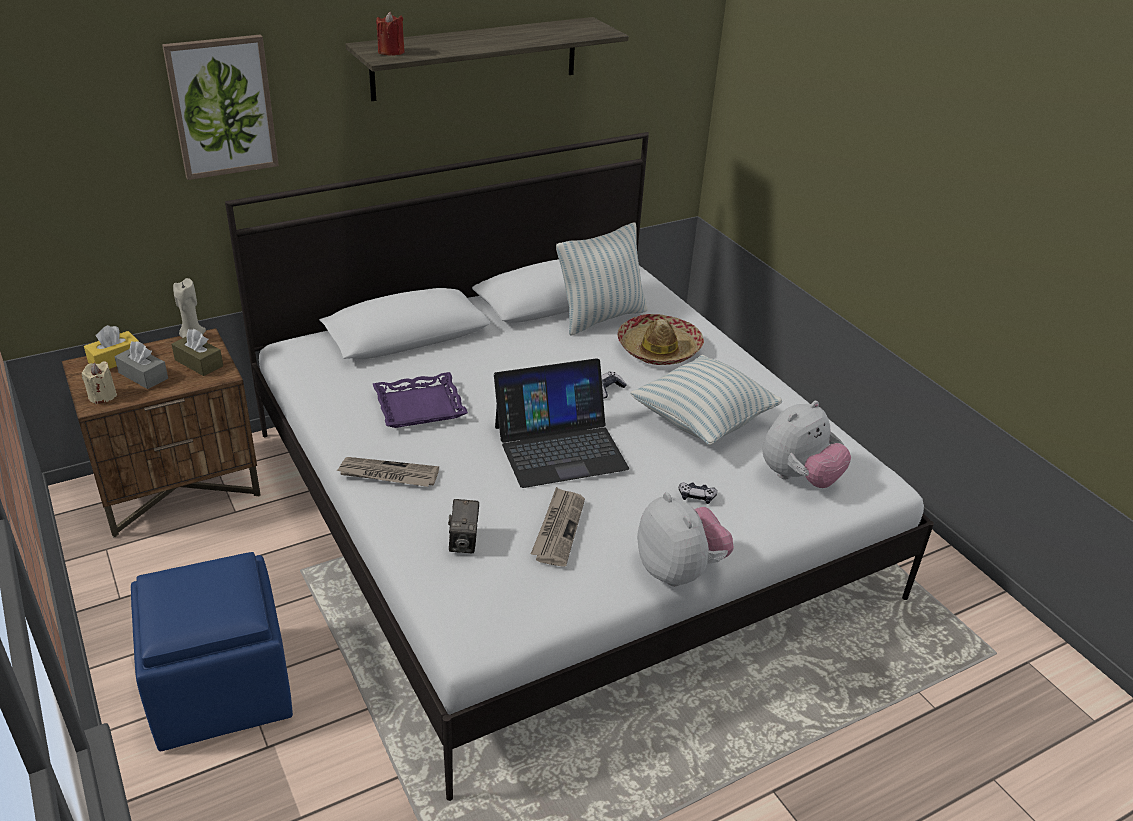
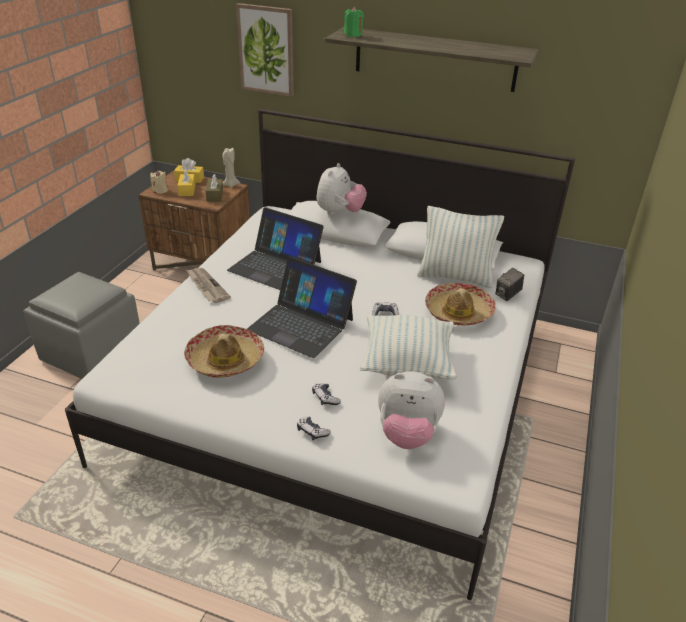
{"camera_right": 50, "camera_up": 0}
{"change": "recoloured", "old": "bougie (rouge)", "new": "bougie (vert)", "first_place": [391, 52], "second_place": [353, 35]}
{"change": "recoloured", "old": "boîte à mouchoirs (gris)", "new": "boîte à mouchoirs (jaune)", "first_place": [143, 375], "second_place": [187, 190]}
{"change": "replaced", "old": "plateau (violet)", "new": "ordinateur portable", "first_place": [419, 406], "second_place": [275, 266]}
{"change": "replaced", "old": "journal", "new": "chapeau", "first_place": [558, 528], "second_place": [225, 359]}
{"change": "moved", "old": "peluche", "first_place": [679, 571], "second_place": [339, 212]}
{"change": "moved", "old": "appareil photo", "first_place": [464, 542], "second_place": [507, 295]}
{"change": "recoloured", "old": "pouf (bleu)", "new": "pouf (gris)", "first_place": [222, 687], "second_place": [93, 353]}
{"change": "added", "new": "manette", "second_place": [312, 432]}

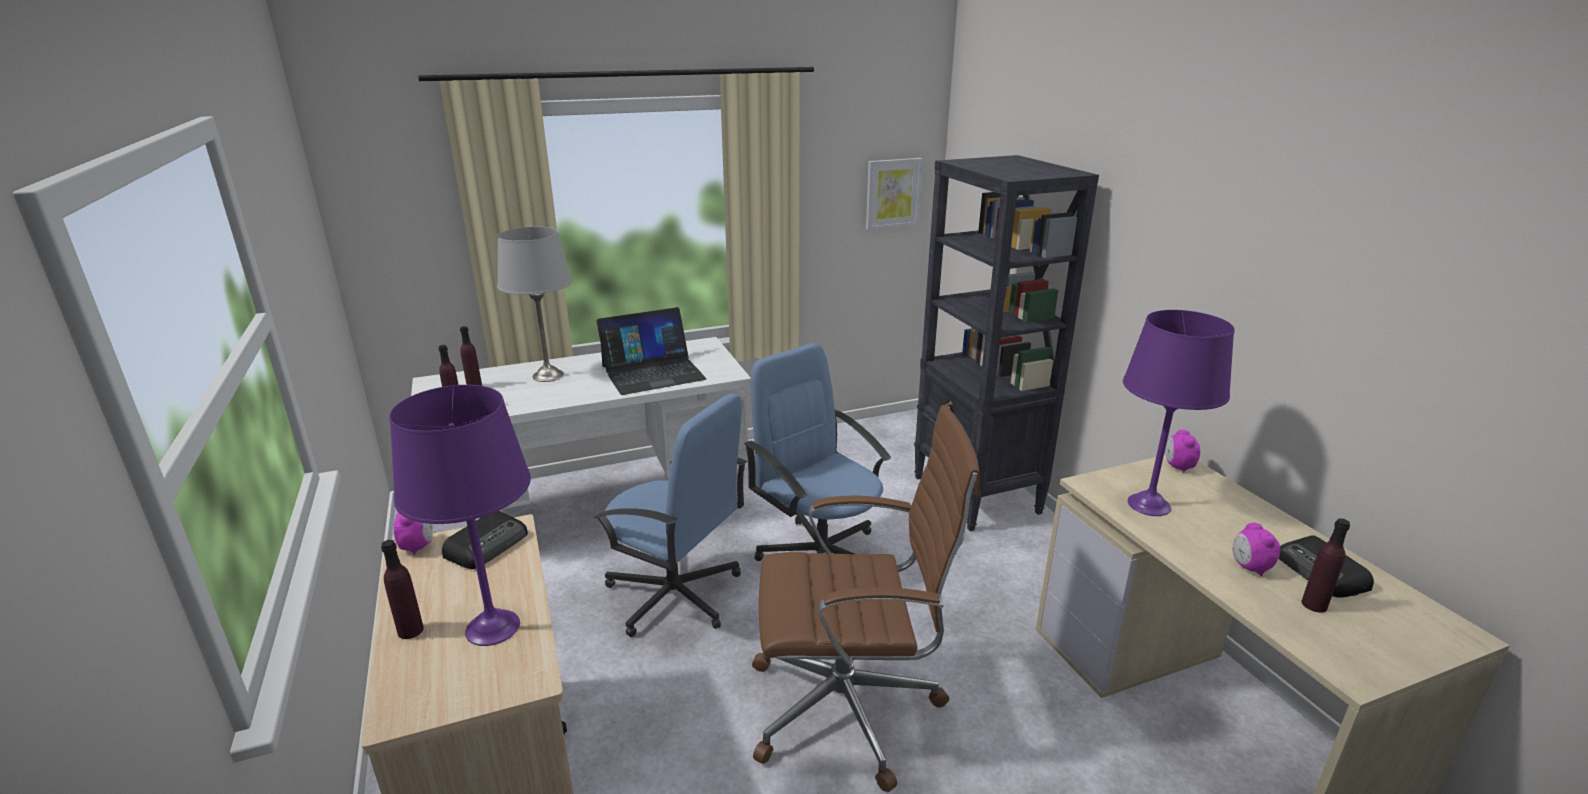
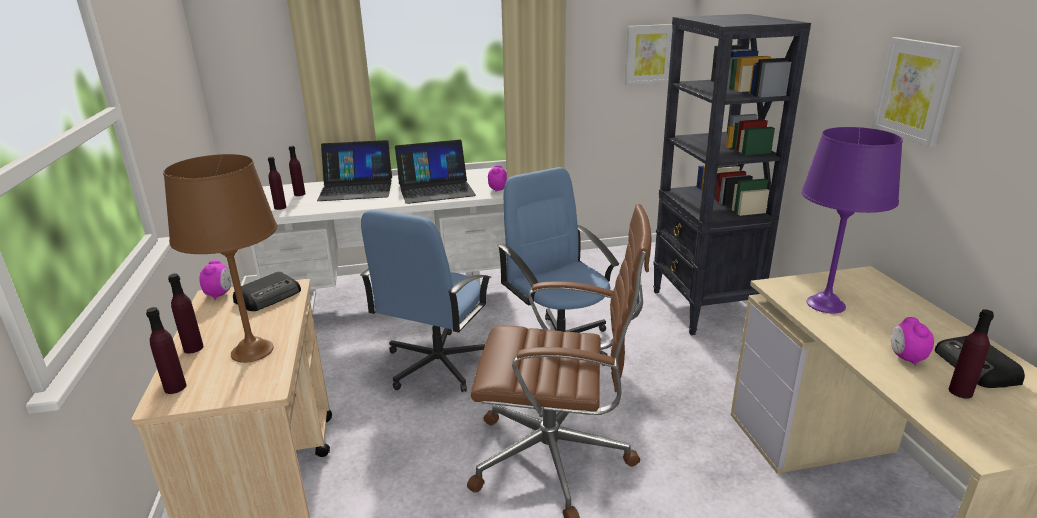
{"camera_right": 10, "camera_up": 0}
{"change": "replaced", "old": "lampe de table (gris)", "new": "ordinateur portable", "first_place": [548, 375], "second_place": [356, 188]}
{"change": "recoloured", "old": "lampe de table (violet)", "new": "lampe de table (marron)", "first_place": [493, 627], "second_place": [253, 350]}
{"change": "turned", "old": "chaise de bureau (bleu)", "first_place": [675, 595], "second_place": [437, 364], "degrees": 75}
{"change": "moved", "old": "réveil", "first_place": [1178, 467], "second_place": [497, 189]}
{"change": "added", "new": "tableau", "second_place": [915, 90]}
{"change": "added", "new": "bouteille (violet)", "second_place": [175, 387]}

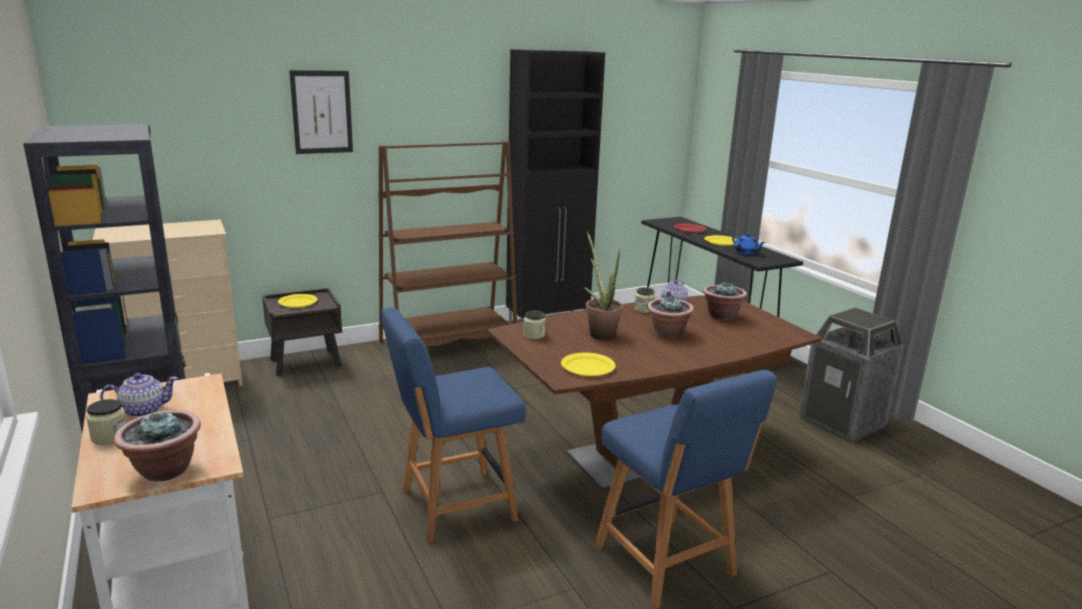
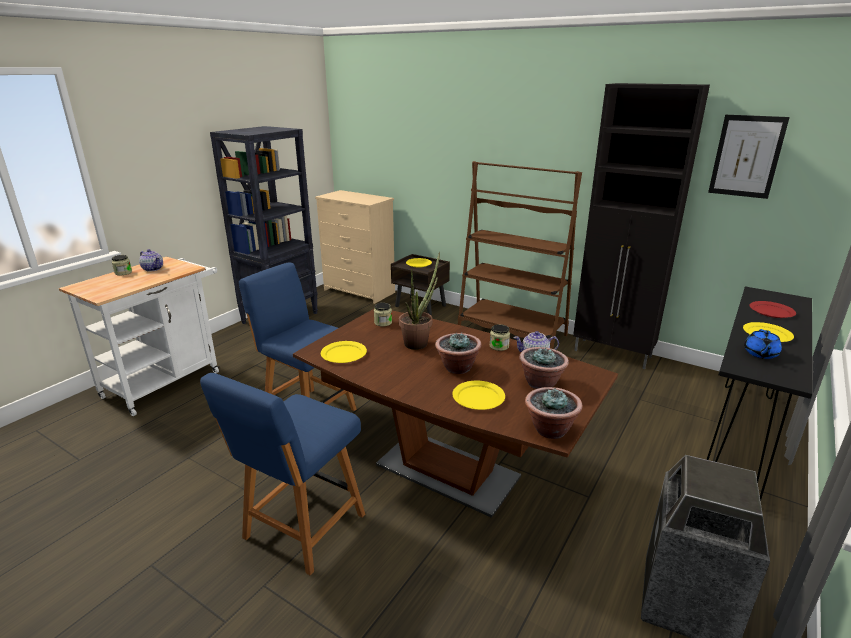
{"camera_right": 60, "camera_up": 5}
{"change": "moved", "old": "tableau", "first_place": [322, 112], "second_place": [746, 156]}
{"change": "moved", "old": "plante en pot", "first_place": [164, 470], "second_place": [550, 429]}
{"change": "added", "new": "assiette (jaune)", "second_place": [478, 397]}

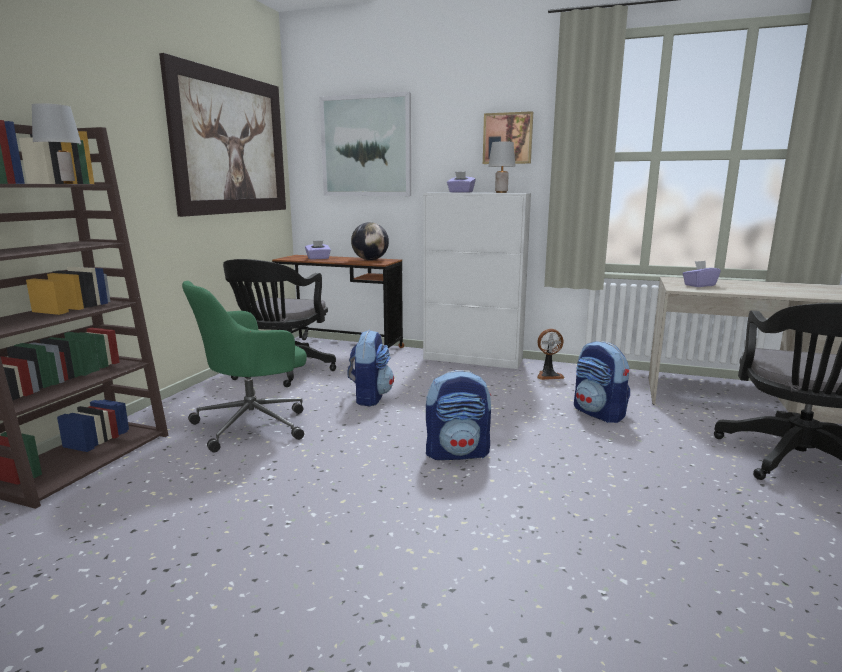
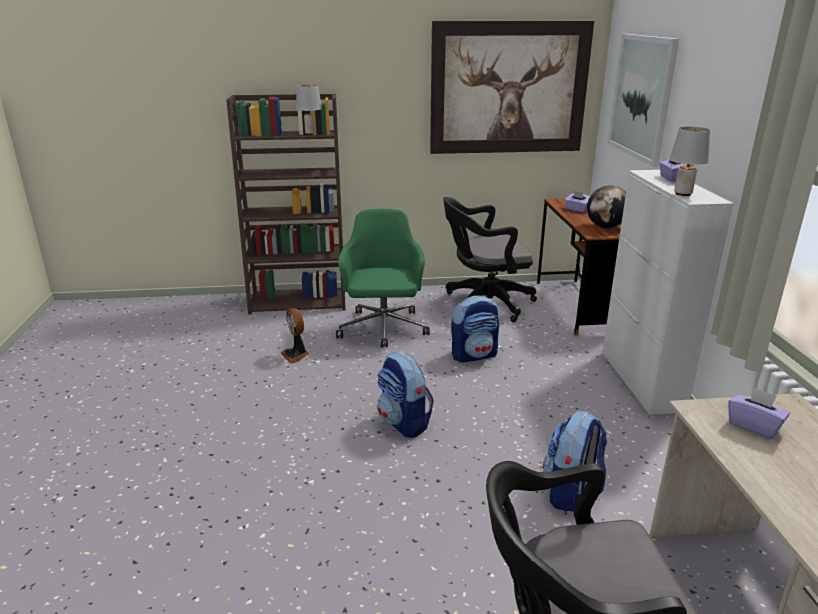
{"camera_right": 65, "camera_up": 10}
{"change": "removed", "old": "tableau", "first_place": [508, 138]}
{"change": "turned", "old": "chaise de bureau (vert)", "first_place": [254, 424], "second_place": [383, 329], "degrees": 60}
{"change": "moved", "old": "ventilateur", "first_place": [548, 375], "second_place": [296, 355]}

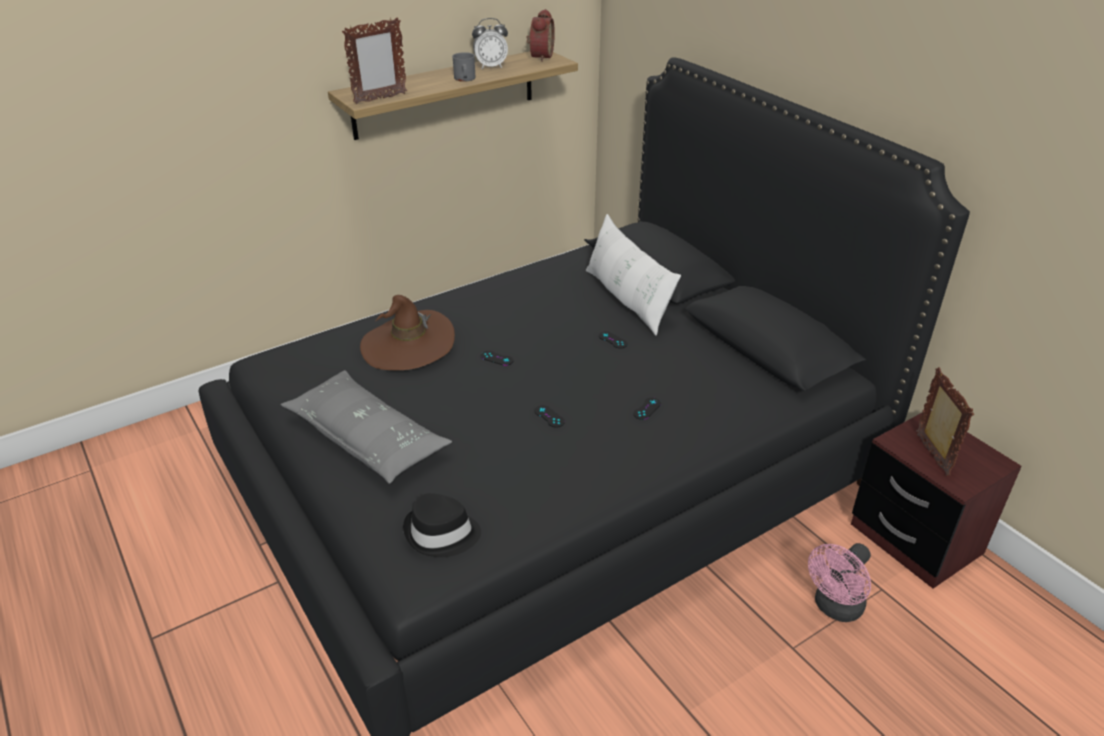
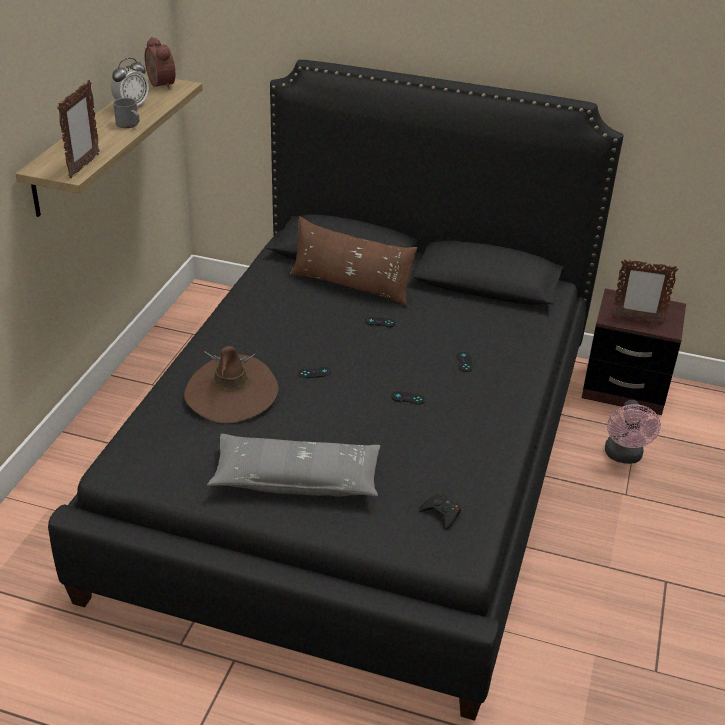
{"camera_right": -40, "camera_up": 0}
{"change": "recoloured", "old": "coussin (blanc)", "new": "coussin (marron)", "first_place": [627, 299], "second_place": [350, 286]}
{"change": "turned", "old": "cadre photo", "first_place": [931, 455], "second_place": [637, 319], "degrees": 150}
{"change": "replaced", "old": "chapeau (noir)", "new": "manette (noir)", "first_place": [441, 534], "second_place": [441, 513]}

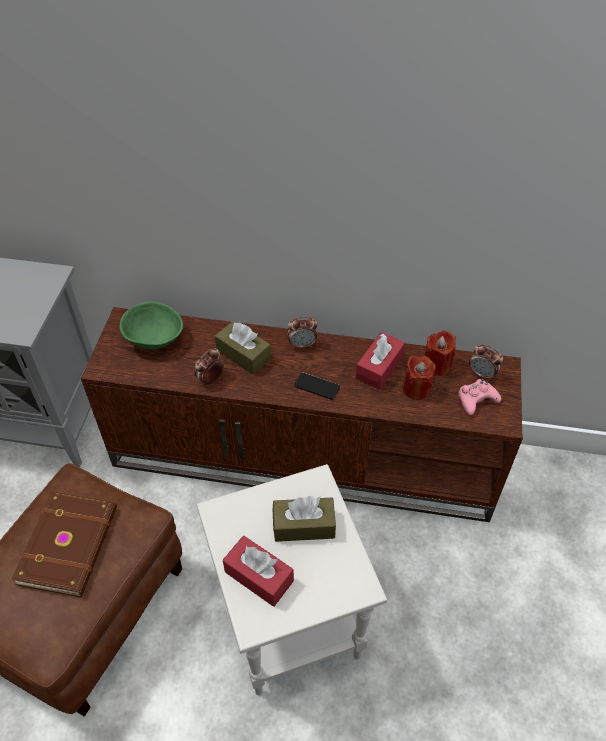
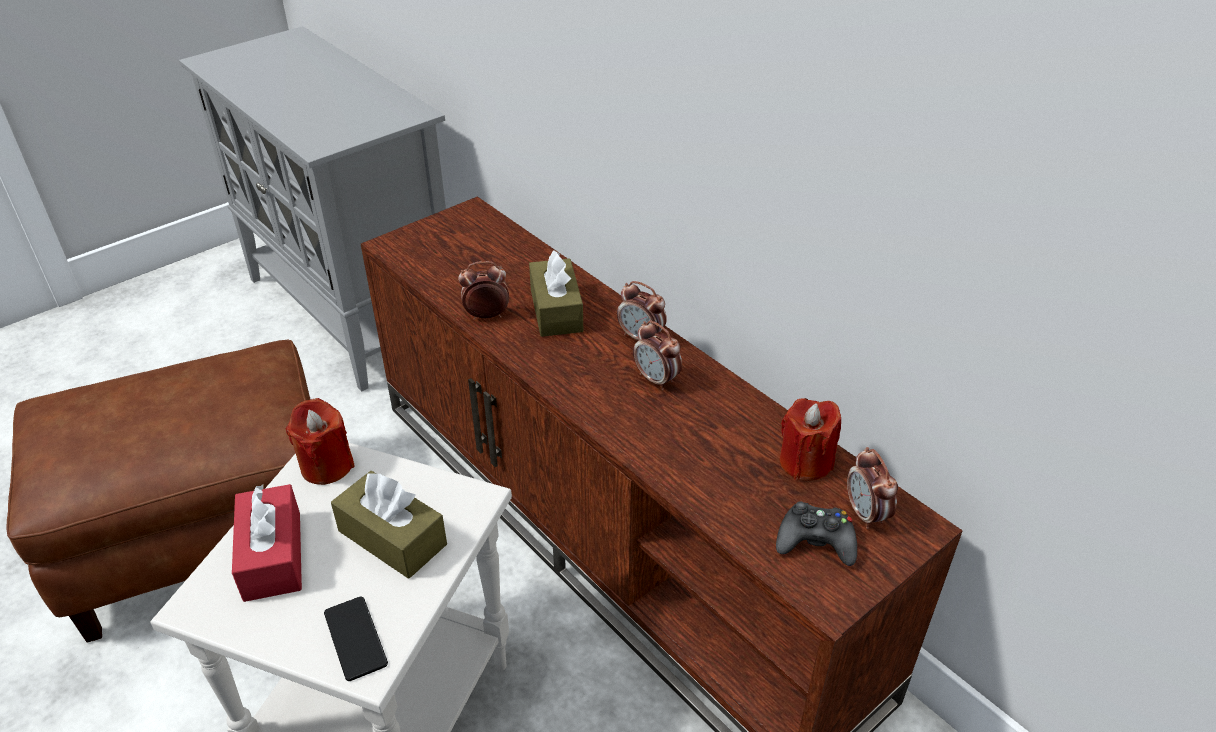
{"camera_right": 40, "camera_up": -10}
{"change": "removed", "old": "bol (vert)", "first_place": [154, 339]}
{"change": "removed", "old": "boîte à mouchoirs (rouge)", "first_place": [379, 367]}
{"change": "moved", "old": "bougie (rouge)", "first_place": [416, 388], "second_place": [326, 466]}
{"change": "moved", "old": "téléphone", "first_place": [317, 386], "second_place": [355, 638]}
{"change": "recoloured", "old": "manette (rose)", "new": "manette (noir)", "first_place": [476, 400], "second_place": [815, 541]}
{"change": "removed", "old": "livre (marron)", "first_place": [70, 545]}
{"change": "added", "new": "réveil", "second_place": [656, 380]}

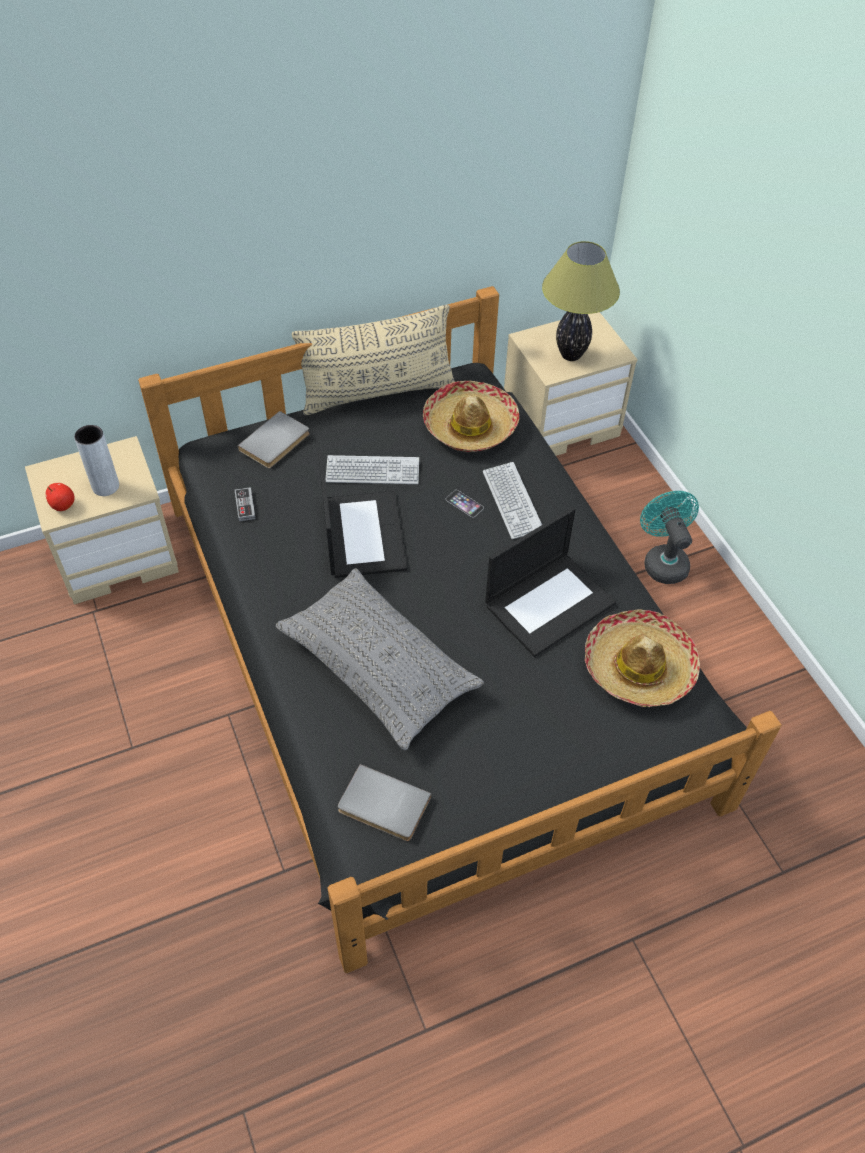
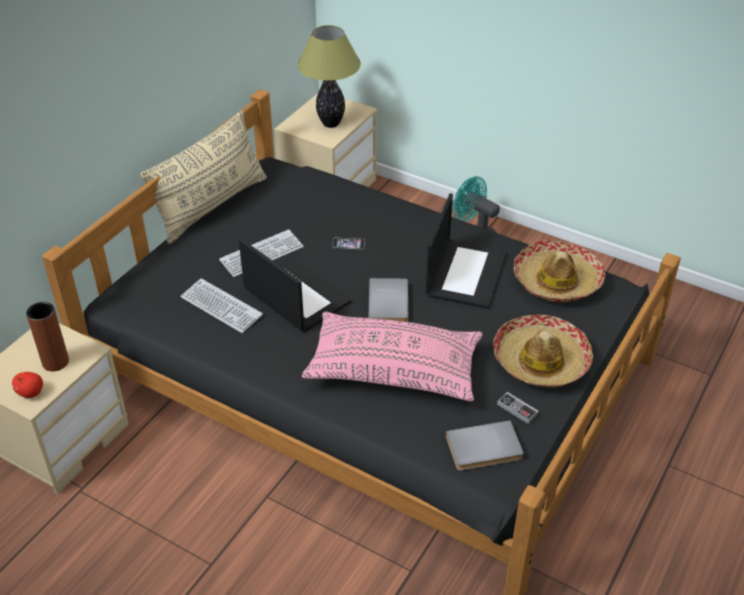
{"camera_right": -35, "camera_up": -10}
{"change": "moved", "old": "chapeau", "first_place": [470, 426], "second_place": [540, 360]}
{"change": "moved", "old": "livre (gris)", "first_place": [276, 443], "second_place": [390, 303]}
{"change": "recoloured", "old": "vase (gris)", "new": "vase (marron)", "first_place": [105, 486], "second_place": [55, 362]}
{"change": "moved", "old": "clavier", "first_place": [512, 501], "second_place": [221, 307]}
{"change": "moved", "old": "manette", "first_place": [245, 506], "second_place": [517, 409]}
{"change": "recoloured", "old": "coussin (gris)", "new": "coussin (rose)", "first_place": [378, 668], "second_place": [394, 370]}

